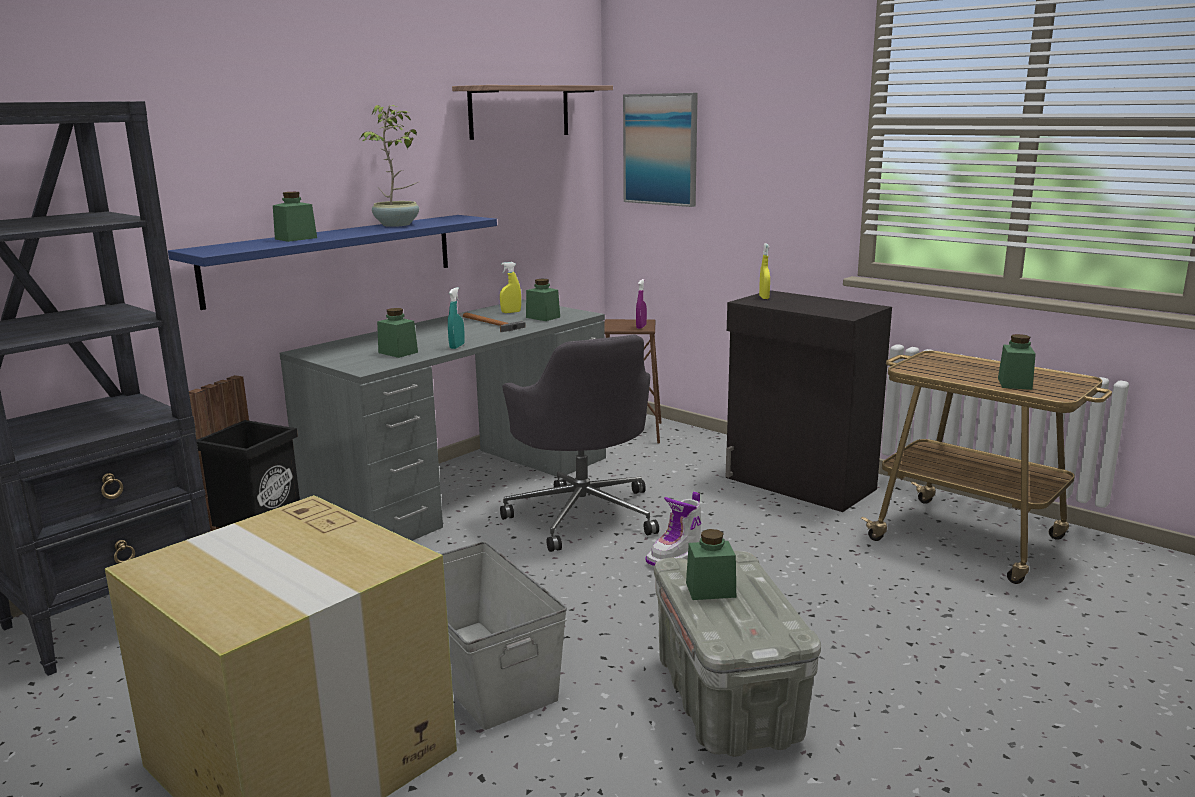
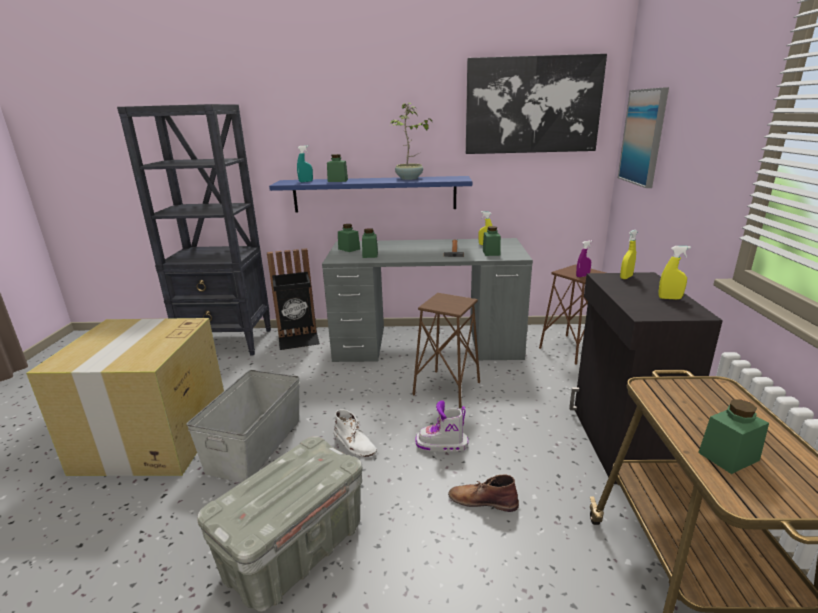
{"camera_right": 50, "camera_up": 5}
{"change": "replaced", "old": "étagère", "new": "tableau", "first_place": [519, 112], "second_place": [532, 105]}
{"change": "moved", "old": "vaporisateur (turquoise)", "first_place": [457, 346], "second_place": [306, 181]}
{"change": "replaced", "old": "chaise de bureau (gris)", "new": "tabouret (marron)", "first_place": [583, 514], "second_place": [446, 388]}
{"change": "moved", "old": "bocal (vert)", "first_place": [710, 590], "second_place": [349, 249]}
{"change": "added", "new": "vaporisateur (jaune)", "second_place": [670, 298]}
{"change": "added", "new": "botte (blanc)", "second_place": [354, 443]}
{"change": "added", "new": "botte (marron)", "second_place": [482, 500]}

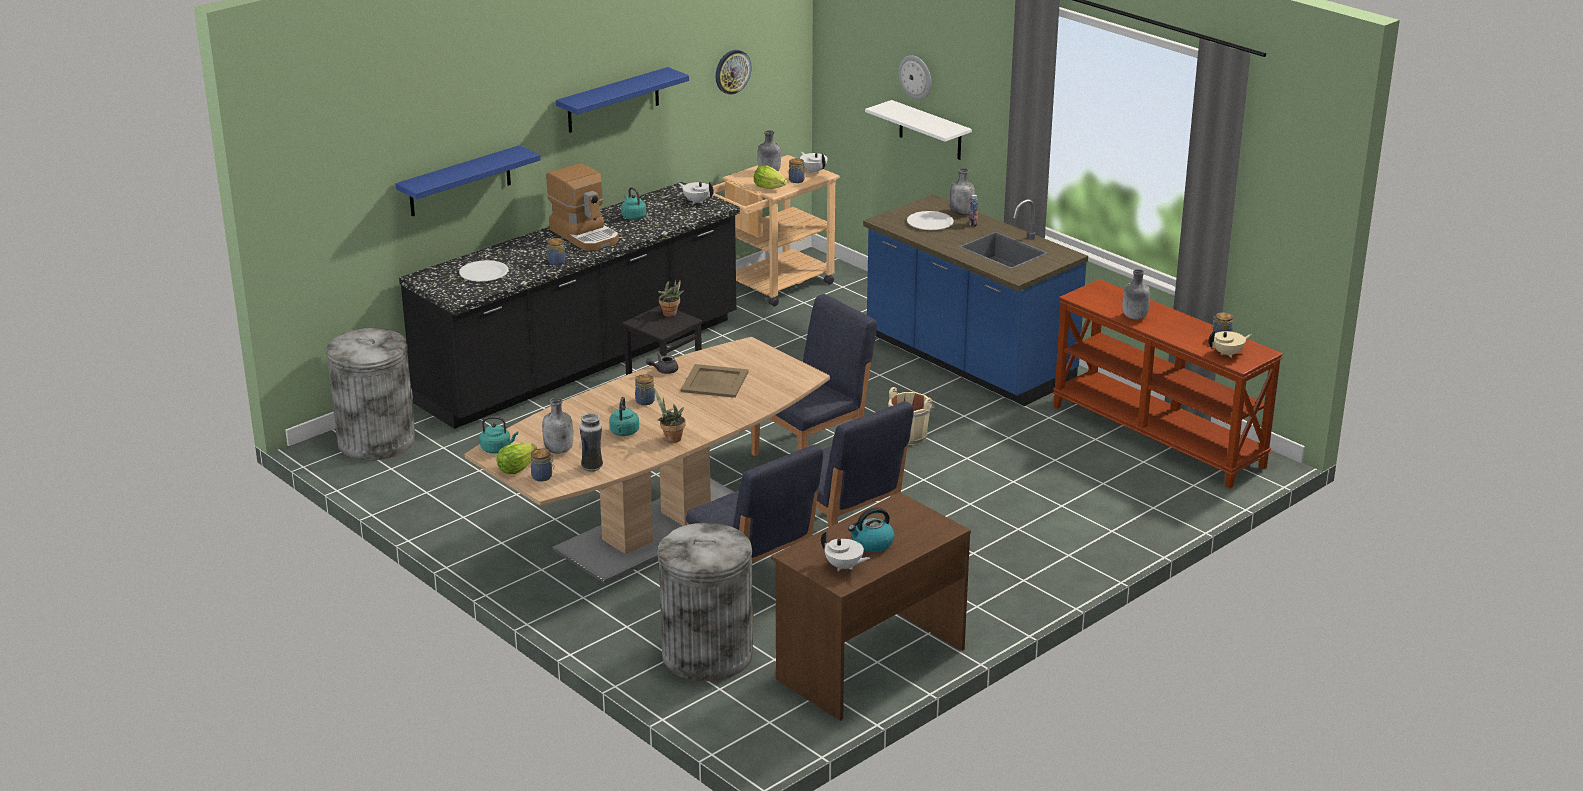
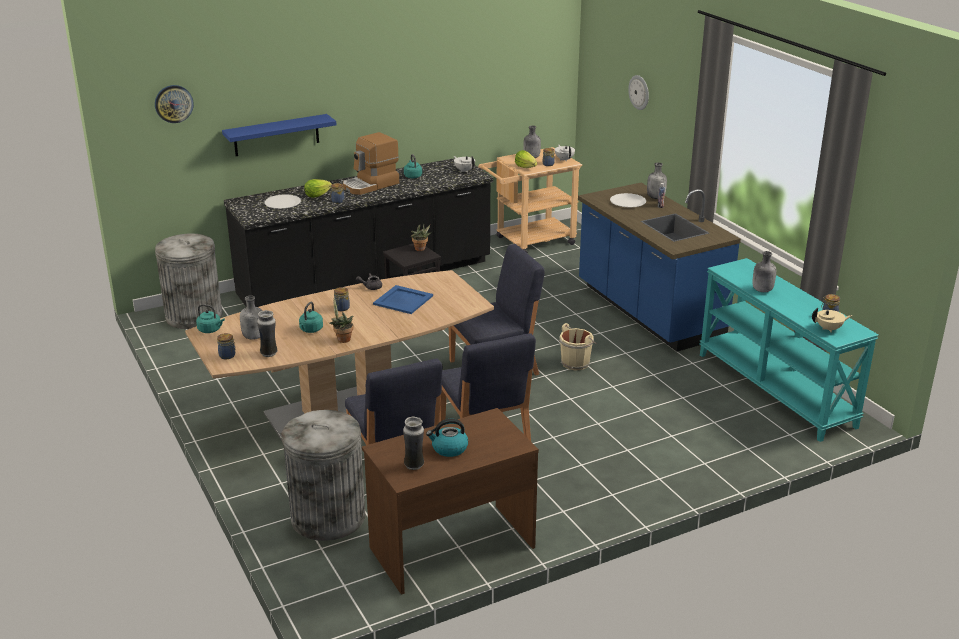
{"camera_right": 15, "camera_up": 0}
{"change": "moved", "old": "horloge murale", "first_place": [732, 71], "second_place": [173, 103]}
{"change": "removed", "old": "étagère (bleu)", "first_place": [613, 100]}
{"change": "removed", "old": "étagère (blanc)", "first_place": [930, 131]}
{"change": "turned", "old": "machine à café", "first_place": [585, 235], "second_place": [371, 185], "degrees": 75}
{"change": "recoloured", "old": "table console (marron)", "new": "table console (turquoise)", "first_place": [1158, 436], "second_place": [776, 389]}
{"change": "recoloured", "old": "plateau (beige)", "new": "plateau (bleu)", "first_place": [714, 382], "second_place": [402, 300]}
{"change": "moved", "old": "laitue", "first_place": [516, 469], "second_place": [317, 195]}
{"change": "replaced", "old": "théière (blanc)", "new": "vase", "first_place": [844, 567], "second_place": [414, 465]}

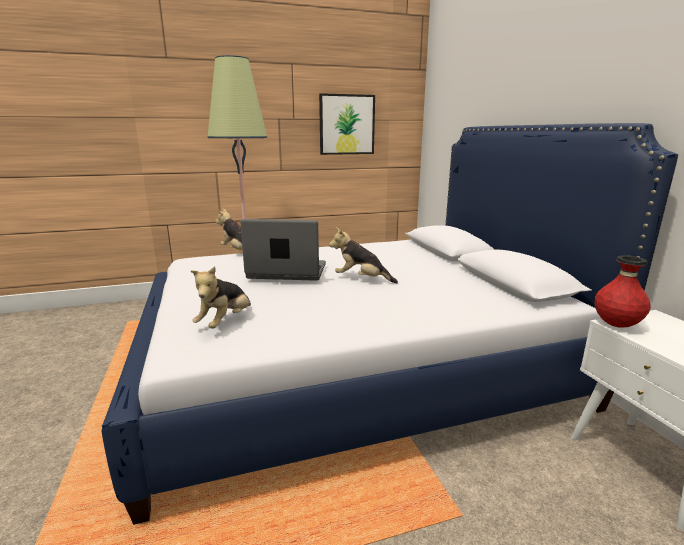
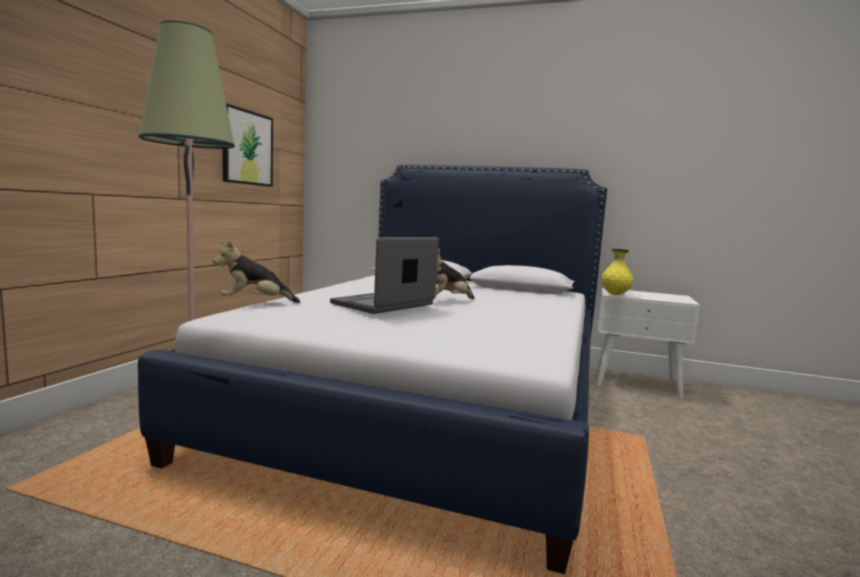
{"camera_right": -55, "camera_up": -10}
{"change": "recoloured", "old": "vase (rouge)", "new": "vase (jaune)", "first_place": [616, 325], "second_place": [615, 294]}
{"change": "removed", "old": "peluche", "first_place": [225, 322]}

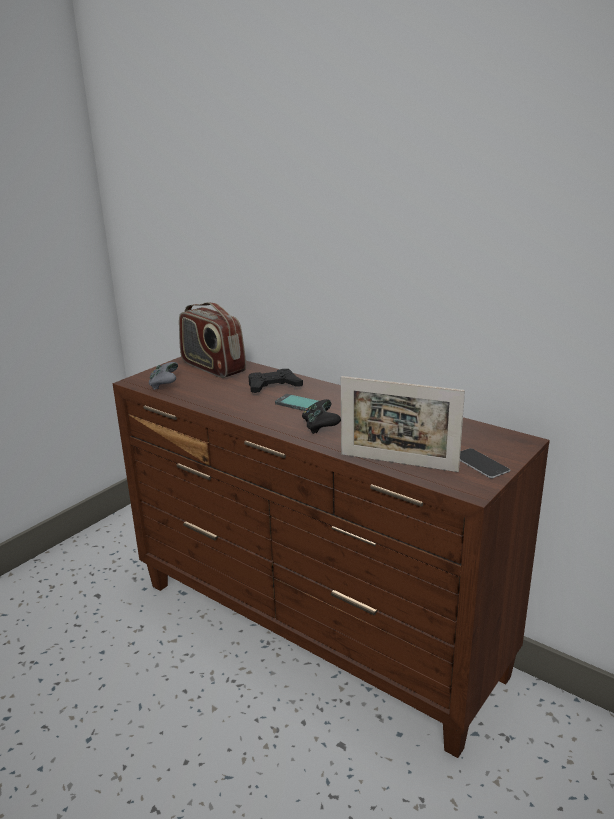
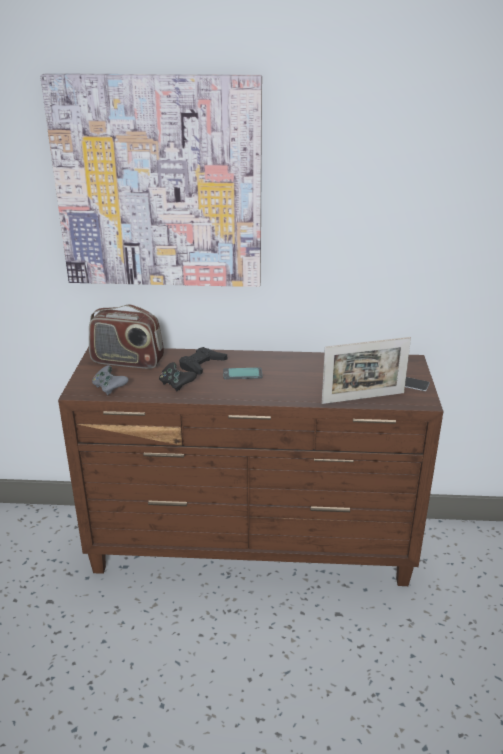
{"camera_right": -35, "camera_up": 5}
{"change": "moved", "old": "manette (noir)", "first_place": [320, 427], "second_place": [176, 384]}
{"change": "added", "new": "tableau", "second_place": [159, 184]}

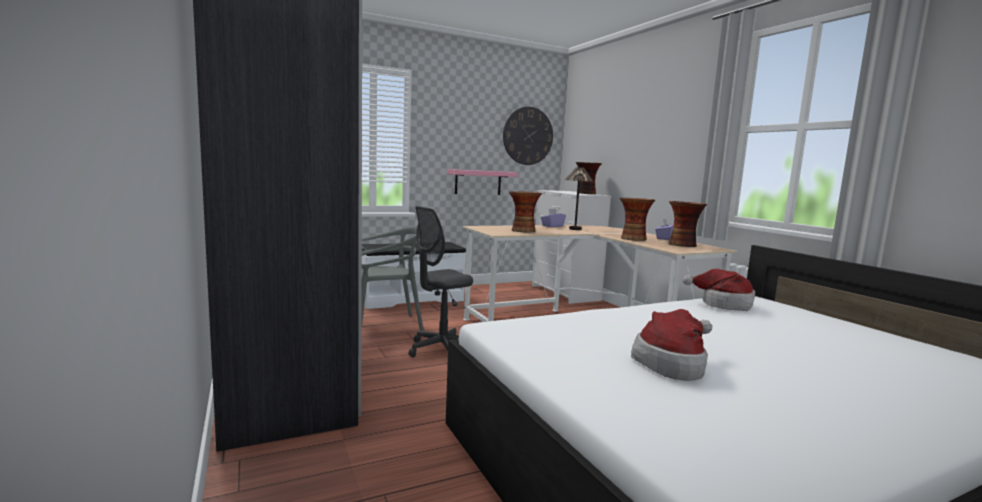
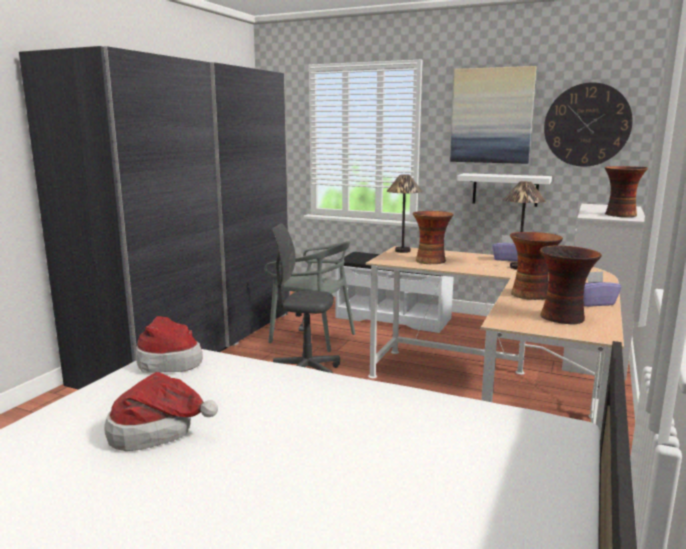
{"camera_right": 50, "camera_up": 5}
{"change": "recoloured", "old": "étagère (rose)", "new": "étagère (blanc)", "first_place": [478, 182], "second_place": [505, 189]}
{"change": "moved", "old": "chapeau", "first_place": [723, 304], "second_place": [168, 361]}
{"change": "added", "new": "tableau", "second_place": [491, 116]}
{"change": "added", "new": "lampe de table", "second_place": [402, 251]}

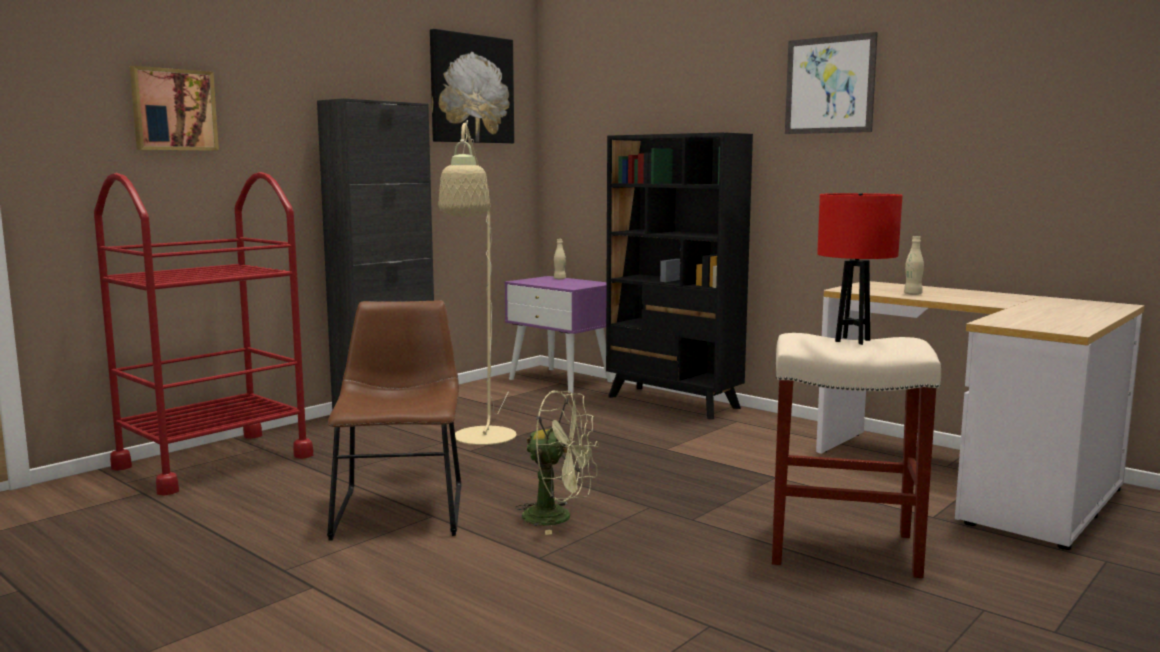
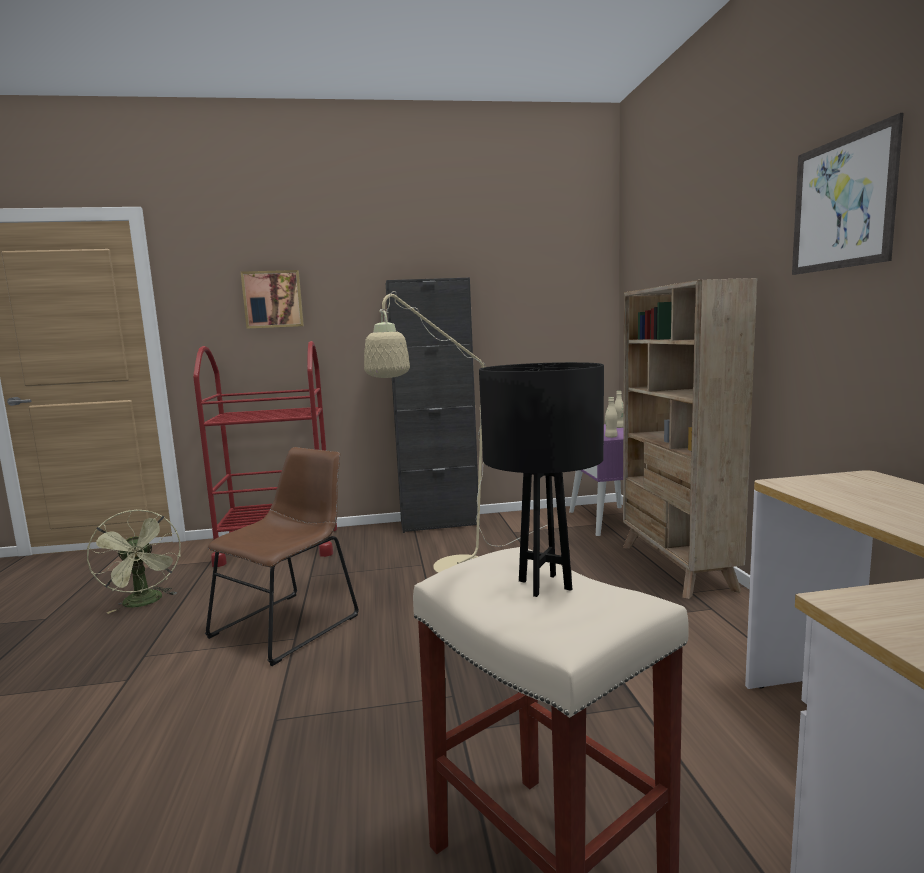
{"camera_right": 40, "camera_up": 0}
{"change": "removed", "old": "tableau", "first_place": [471, 89]}
{"change": "recoloured", "old": "bibliothèque (noir)", "new": "bibliothèque (beige)", "first_place": [673, 402], "second_place": [676, 567]}
{"change": "recoloured", "old": "lampe de table (rouge)", "new": "lampe de table (noir)", "first_place": [852, 341], "second_place": [544, 584]}
{"change": "moved", "old": "bouteille (beige)", "first_place": [912, 294], "second_place": [611, 437]}
{"change": "moved", "old": "ventilateur (vert)", "first_place": [558, 518], "second_place": [145, 603]}

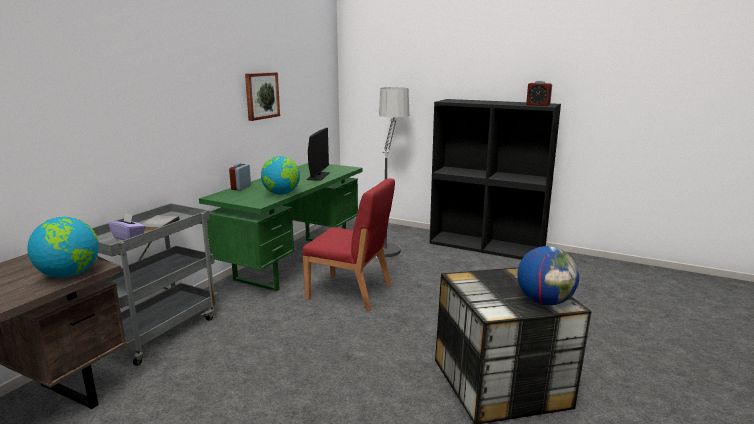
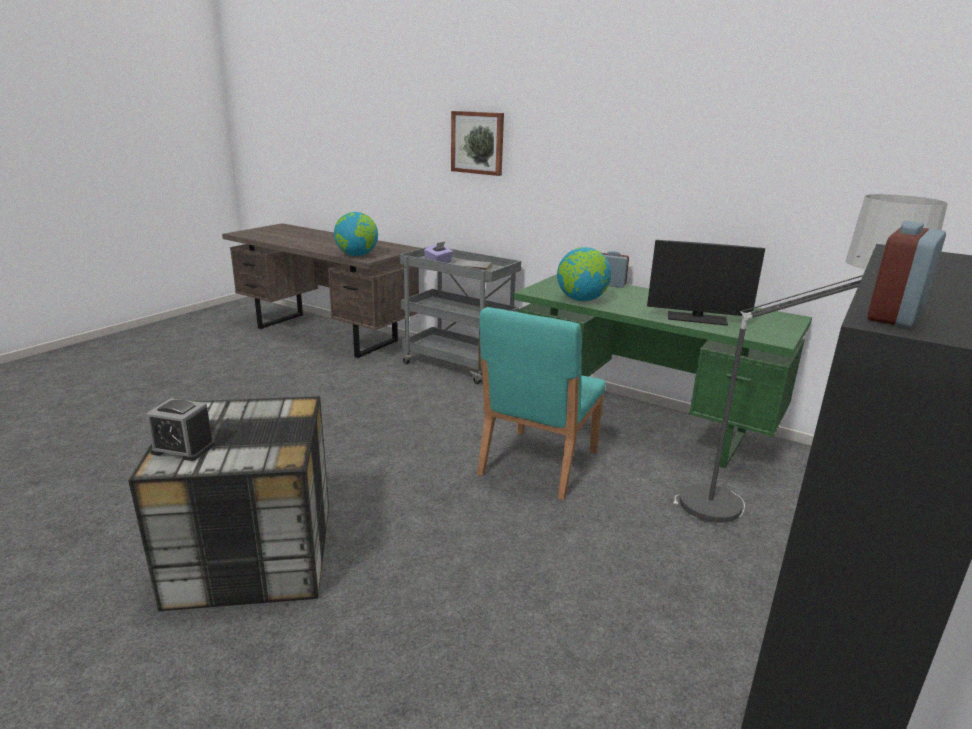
{"camera_right": 95, "camera_up": 5}
{"change": "moved", "old": "tableau", "first_place": [261, 95], "second_place": [478, 143]}
{"change": "recoloured", "old": "chaise (rouge)", "new": "chaise (turquoise)", "first_place": [350, 292], "second_place": [537, 463]}
{"change": "replaced", "old": "globe", "new": "réveil", "first_place": [544, 301], "second_place": [183, 448]}

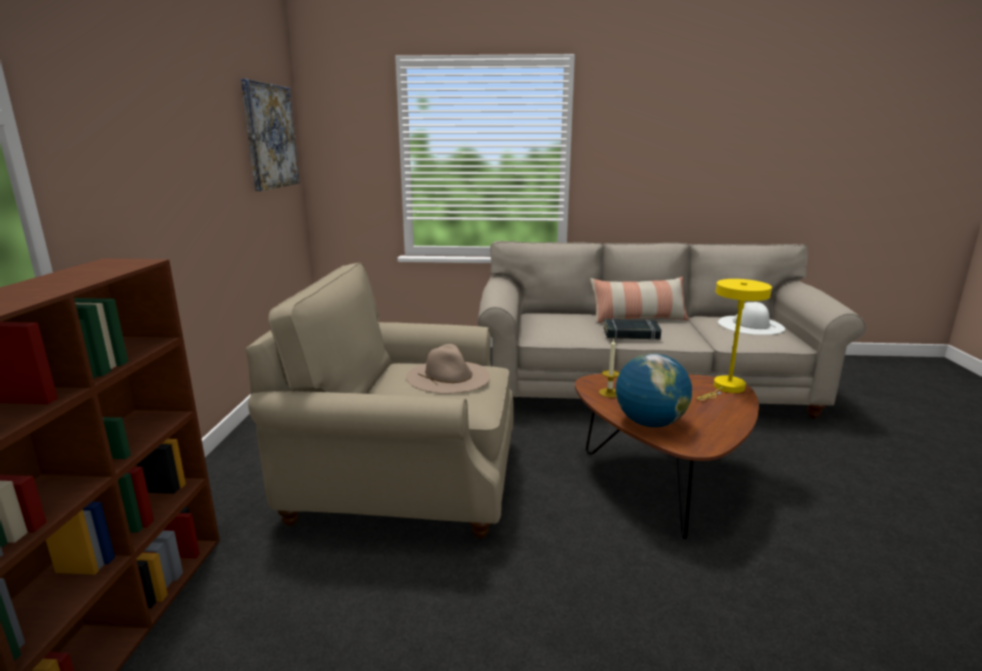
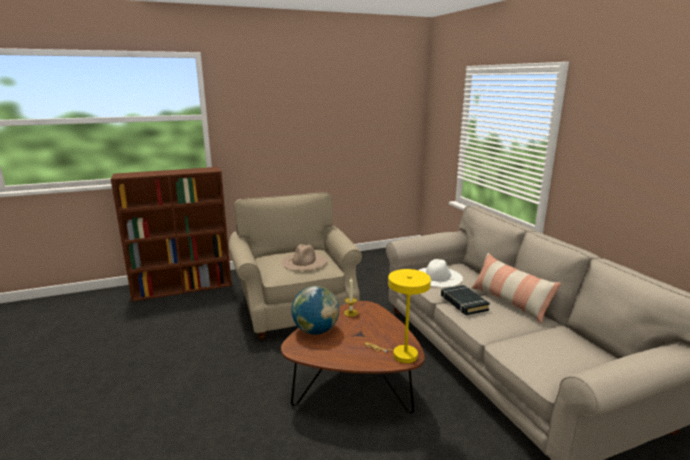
{"camera_right": 65, "camera_up": 0}
{"change": "removed", "old": "tableau", "first_place": [270, 136]}
{"change": "moved", "old": "chapeau (blanc)", "first_place": [750, 325], "second_place": [438, 277]}

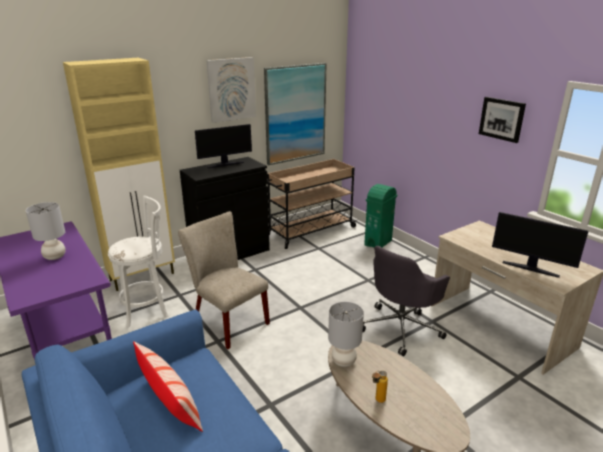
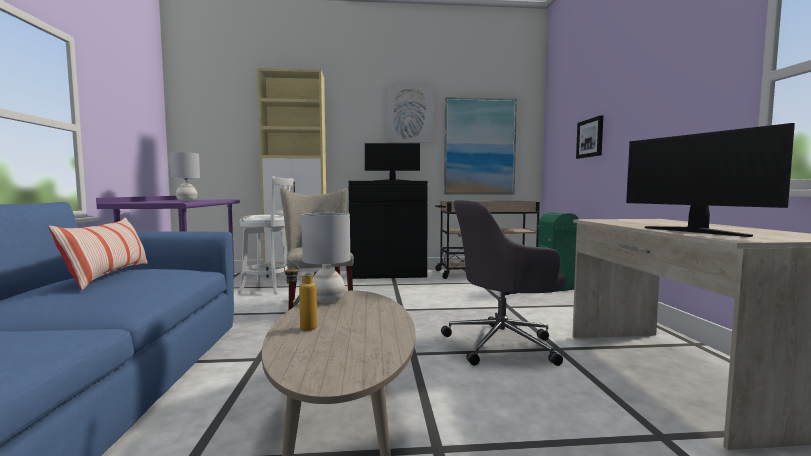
{"camera_right": 30, "camera_up": -20}
{"change": "moved", "old": "tableau", "first_place": [502, 119], "second_place": [590, 138]}

